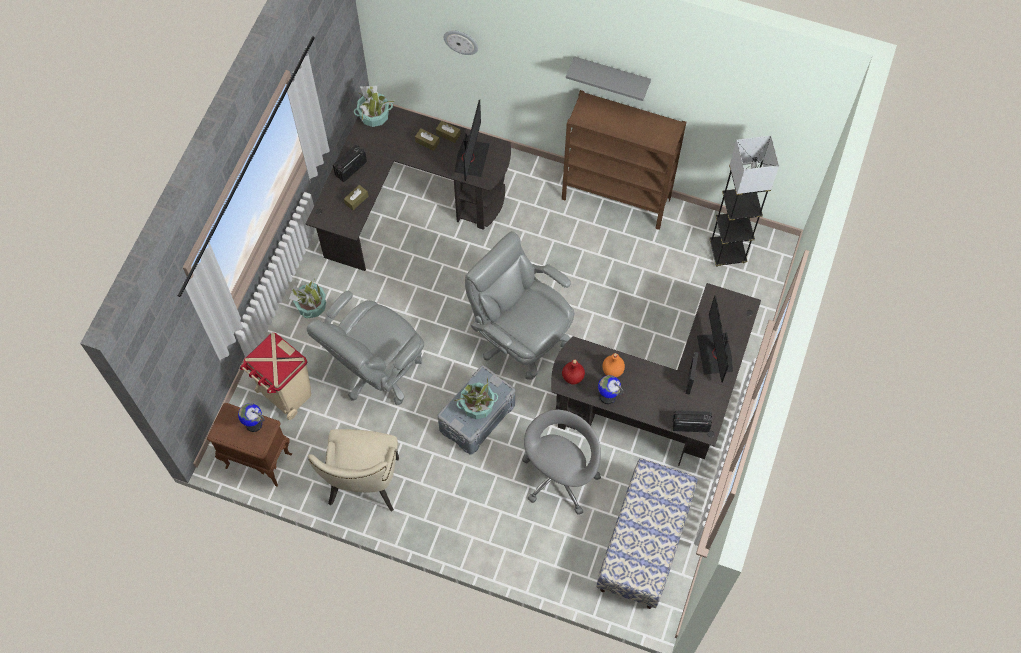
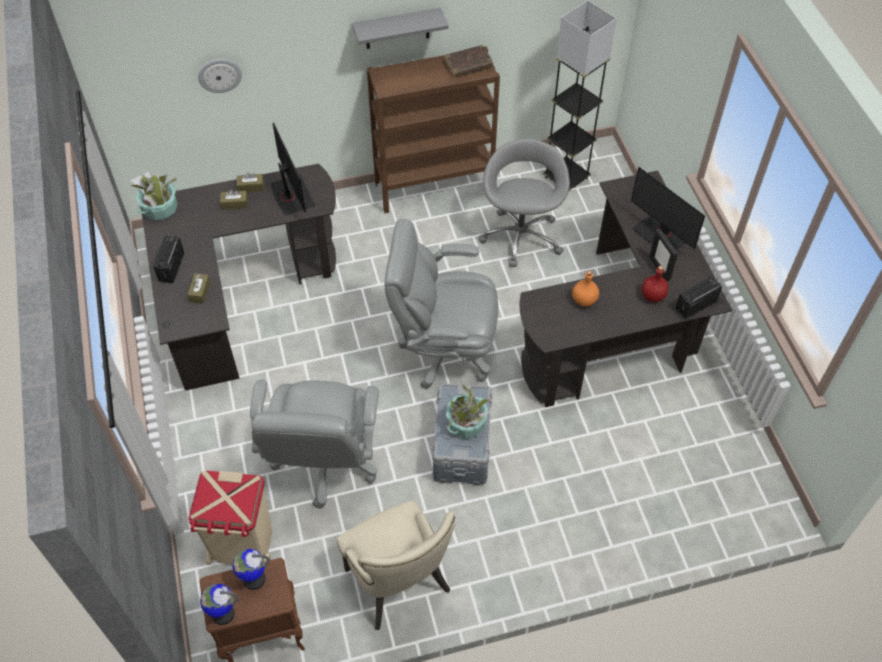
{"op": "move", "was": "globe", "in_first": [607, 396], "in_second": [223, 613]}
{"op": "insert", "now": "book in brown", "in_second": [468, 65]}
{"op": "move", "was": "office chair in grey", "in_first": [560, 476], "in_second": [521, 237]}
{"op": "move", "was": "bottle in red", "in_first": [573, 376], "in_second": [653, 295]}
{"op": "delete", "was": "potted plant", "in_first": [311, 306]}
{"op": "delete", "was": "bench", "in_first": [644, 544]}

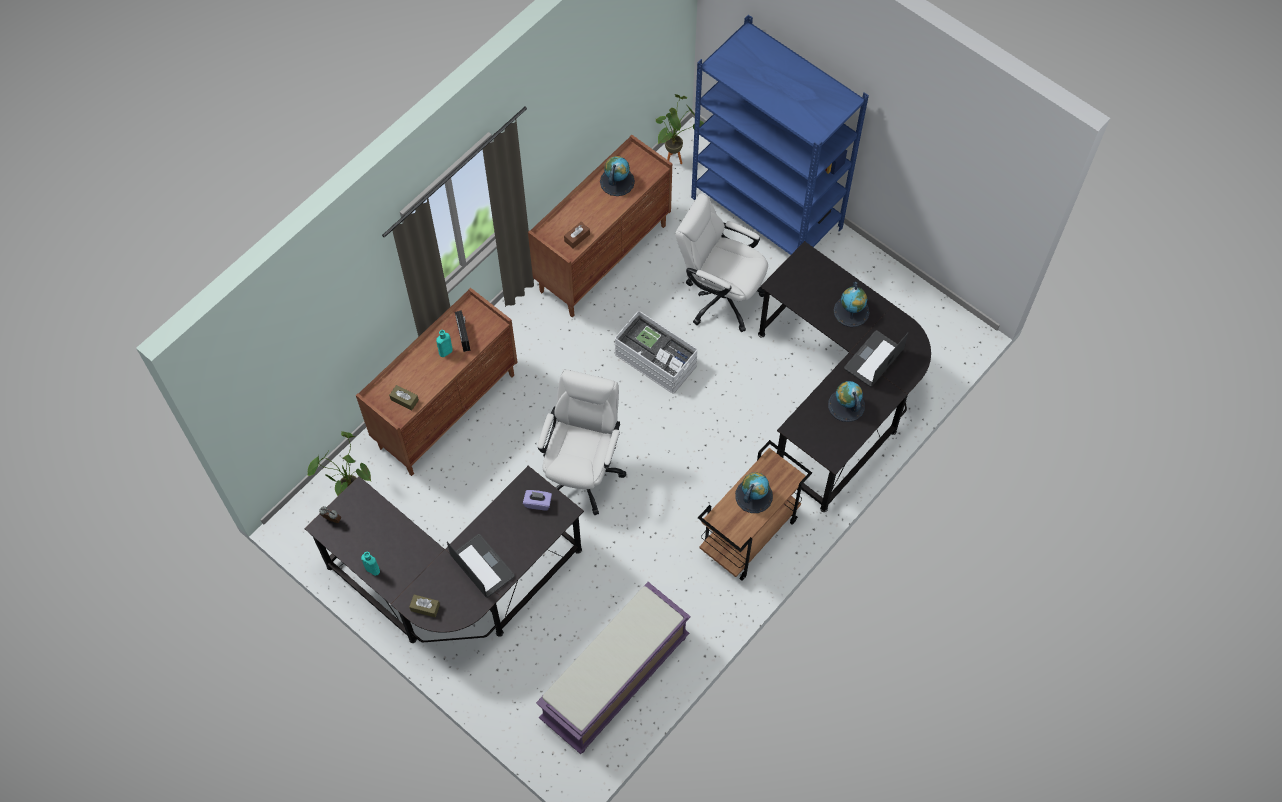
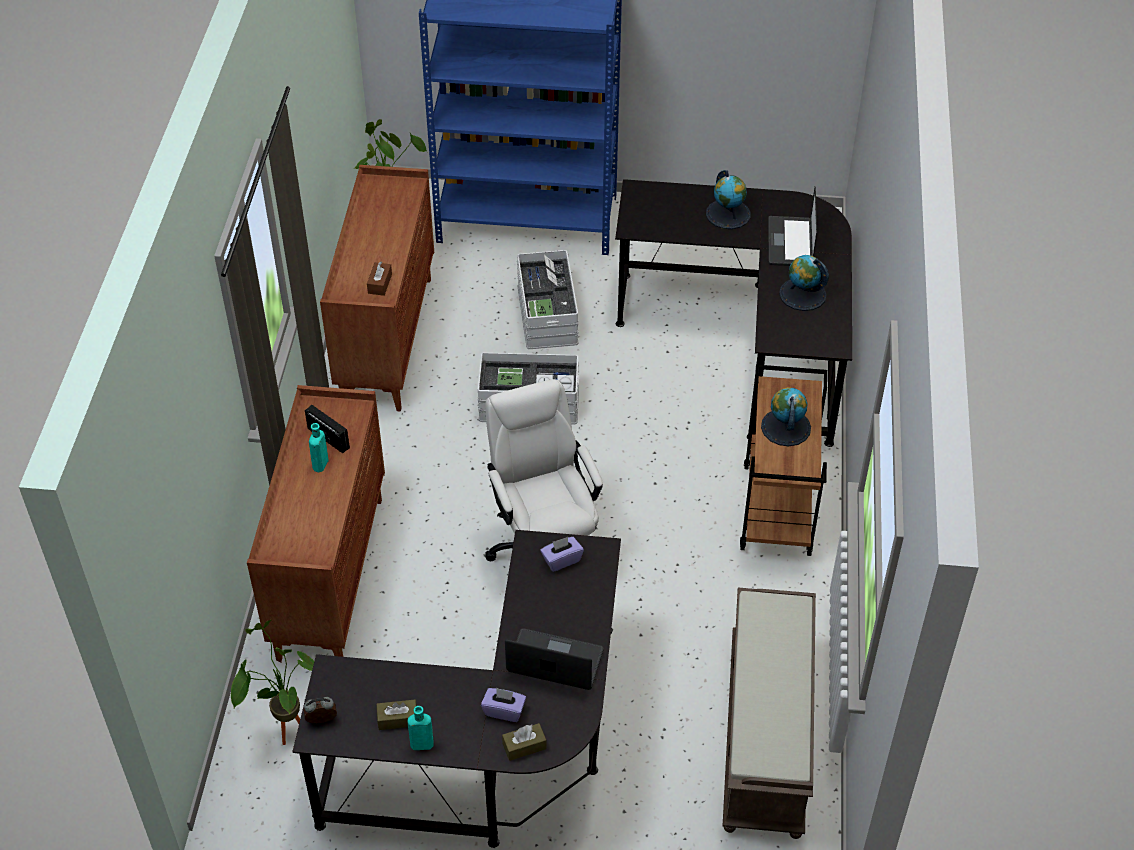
{"op": "move", "was": "tissue box in brown", "in_first": [404, 400], "in_second": [397, 719]}
{"op": "insert", "now": "tissue box in purple", "in_second": [504, 710]}
{"op": "replace", "was": "office chair in white", "now": "storage box in white", "in_first": [719, 297], "in_second": [546, 314]}
{"op": "recolor", "was": "bench in purple", "now": "bench in brown", "in_first": [615, 680], "in_second": [767, 737]}
{"op": "delete", "was": "globe", "in_first": [617, 181]}

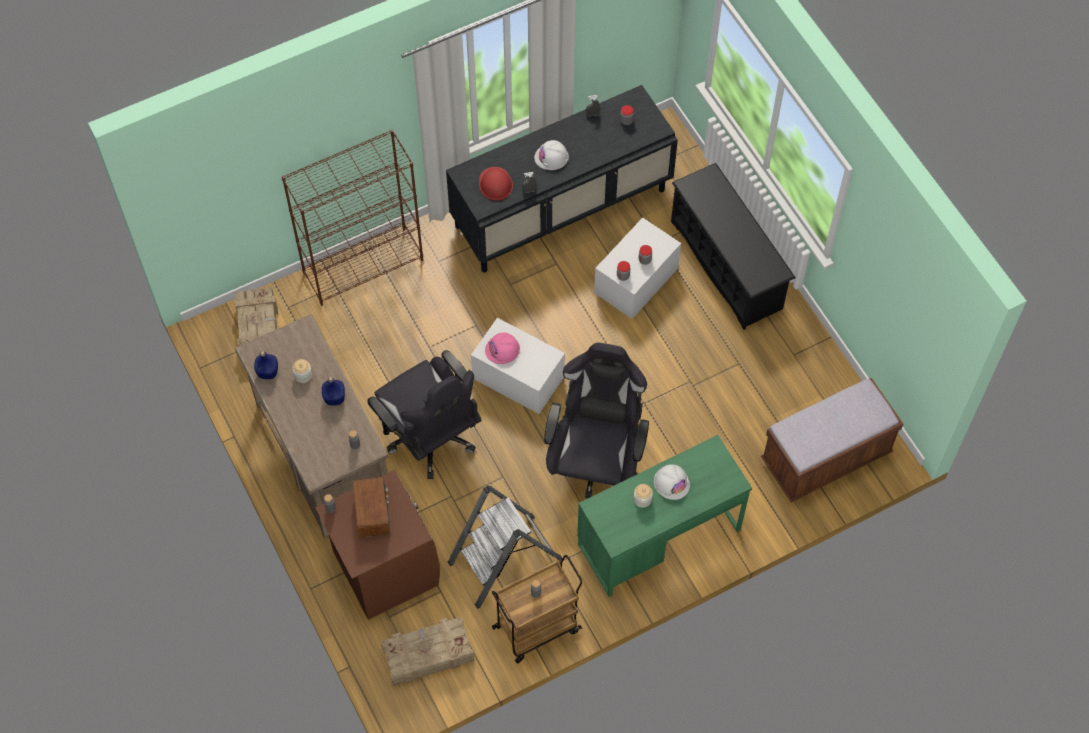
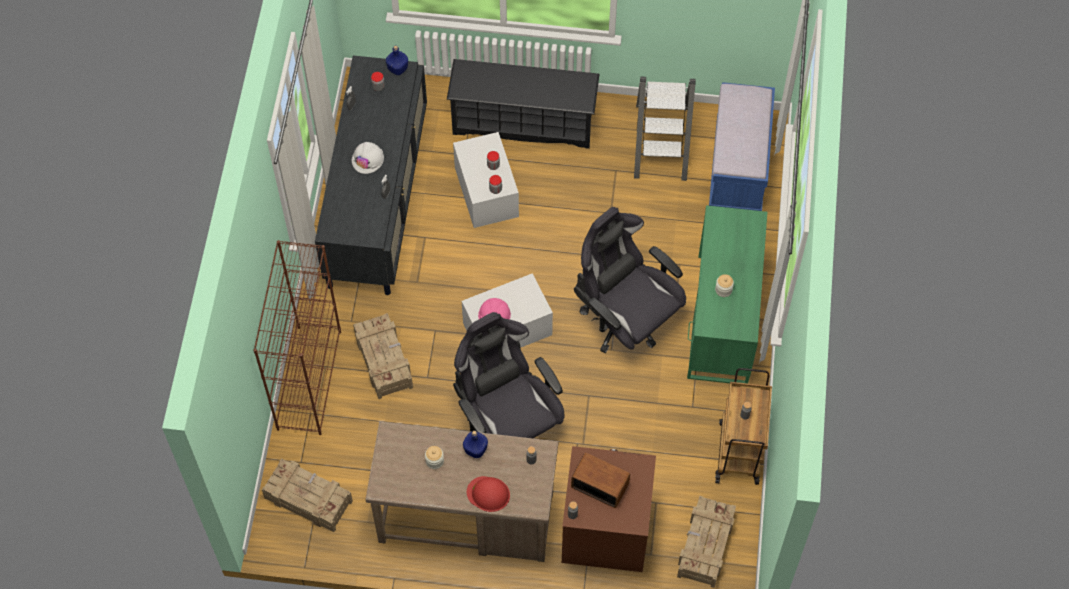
{"op": "insert", "now": "crate", "in_second": [384, 360]}
{"op": "move", "was": "bottle in blue", "in_first": [267, 372], "in_second": [397, 69]}
{"op": "rotate", "was": "office chair in black", "in_first": [428, 435], "in_second": [508, 427], "clockwise": -120}
{"op": "move", "was": "hard hat in red", "in_first": [495, 184], "in_second": [488, 494]}
{"op": "move", "was": "step ladder in grey", "in_first": [506, 559], "in_second": [661, 141]}
{"op": "recolor", "was": "bench in brown", "now": "bench in blue", "in_first": [825, 457], "in_second": [738, 166]}
{"op": "delete", "was": "hard hat in white", "in_first": [671, 482]}

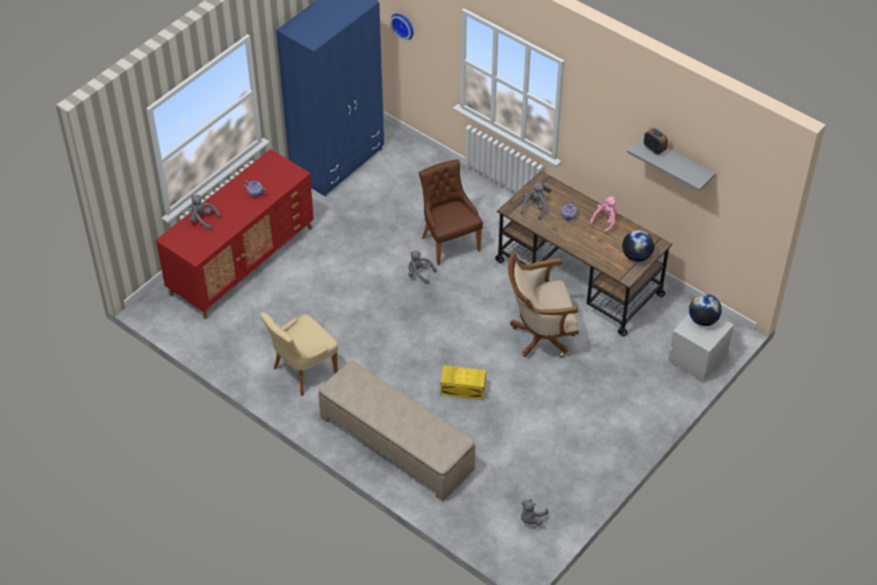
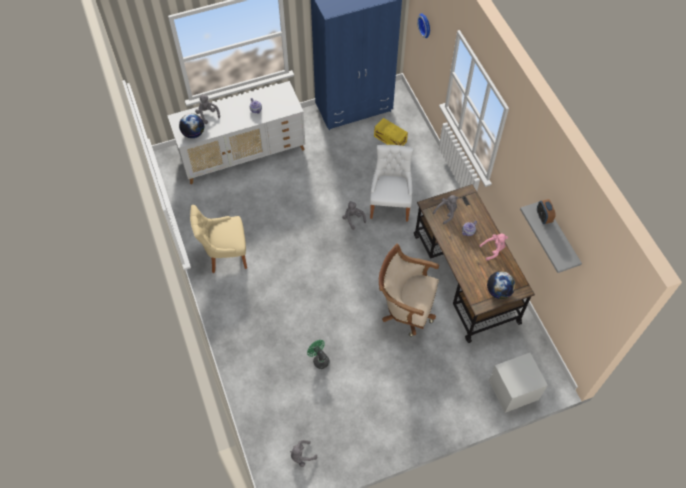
{"op": "recolor", "was": "dresser in red", "now": "dresser in white", "in_first": [242, 261], "in_second": [242, 153]}
{"op": "move", "was": "globe", "in_first": [703, 320], "in_second": [193, 133]}
{"op": "insert", "now": "fan in green", "in_second": [319, 359]}
{"op": "recolor", "was": "chair in brown", "now": "chair in white", "in_first": [449, 242], "in_second": [390, 204]}
{"op": "move", "was": "storage box in yellow", "in_first": [462, 388], "in_second": [390, 138]}
{"op": "delete", "was": "bench in beige", "in_first": [395, 443]}

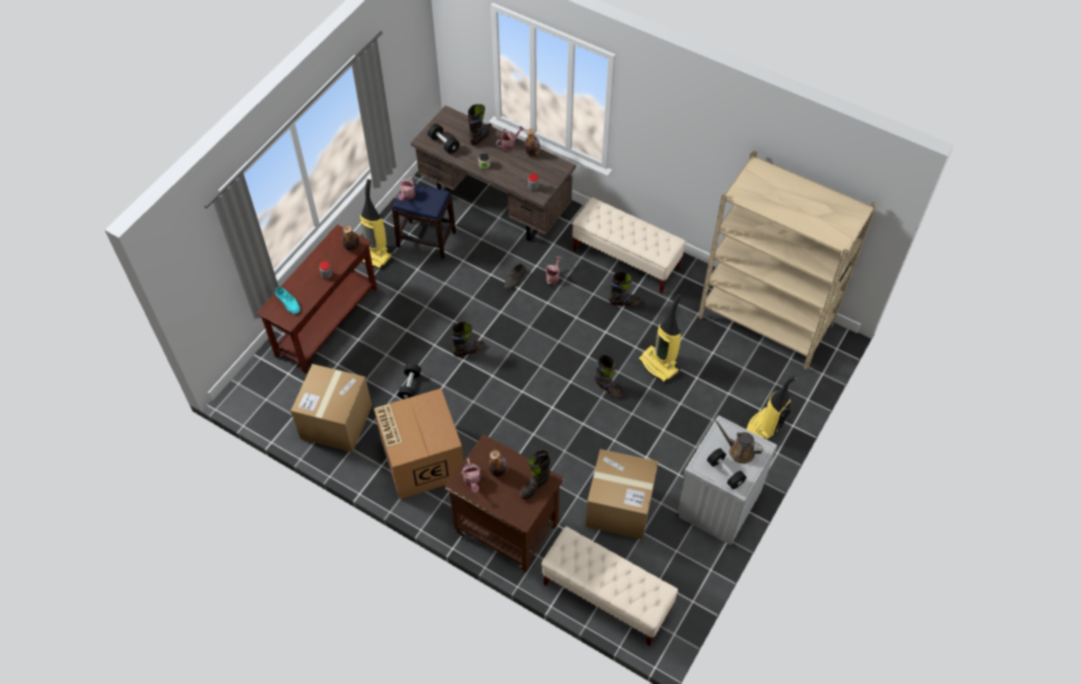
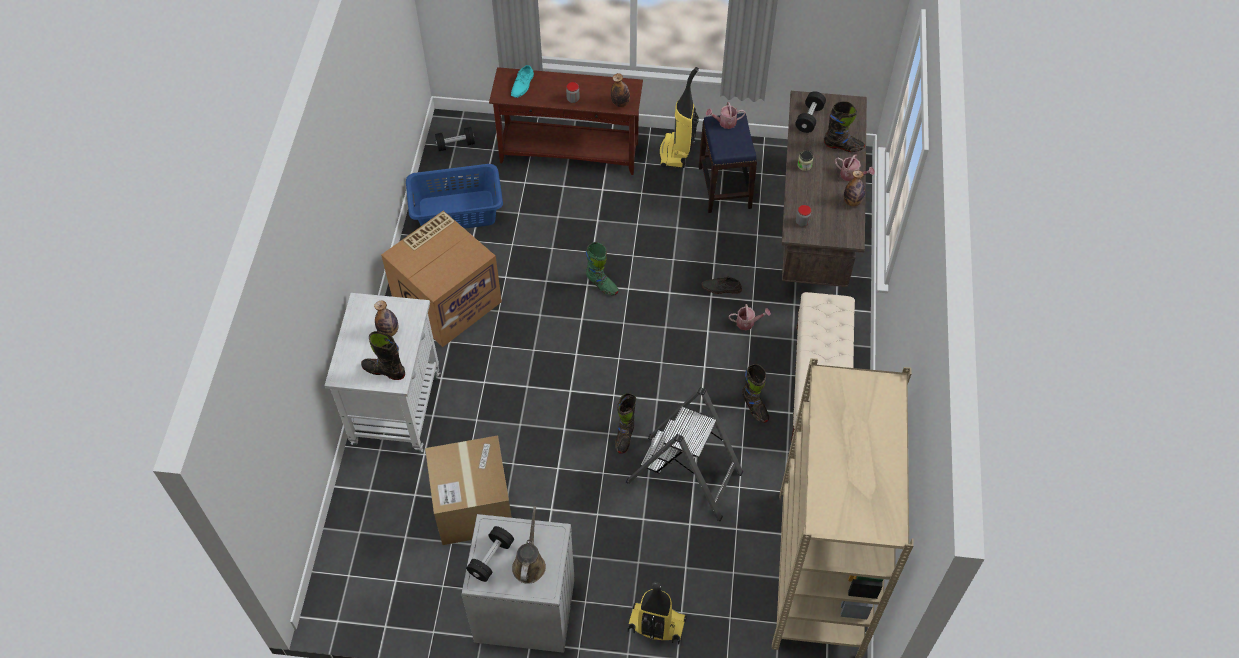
{"op": "recolor", "was": "cart in brown", "now": "cart in white", "in_first": [506, 530], "in_second": [397, 408]}
{"op": "replace", "was": "cardboard box", "now": "laundry basket in blue", "in_first": [336, 422], "in_second": [456, 211]}
{"op": "move", "was": "dumbbell in black", "in_first": [410, 386], "in_second": [455, 145]}
{"op": "recolor", "was": "boot in black", "now": "boot in green", "in_first": [469, 350], "in_second": [602, 285]}
{"op": "replace", "was": "vacuum cleaner", "now": "step ladder in grey", "in_first": [659, 365], "in_second": [685, 477]}
{"op": "delete", "was": "watering can", "in_first": [472, 481]}
{"op": "delete", "was": "bench in beige", "in_first": [606, 596]}

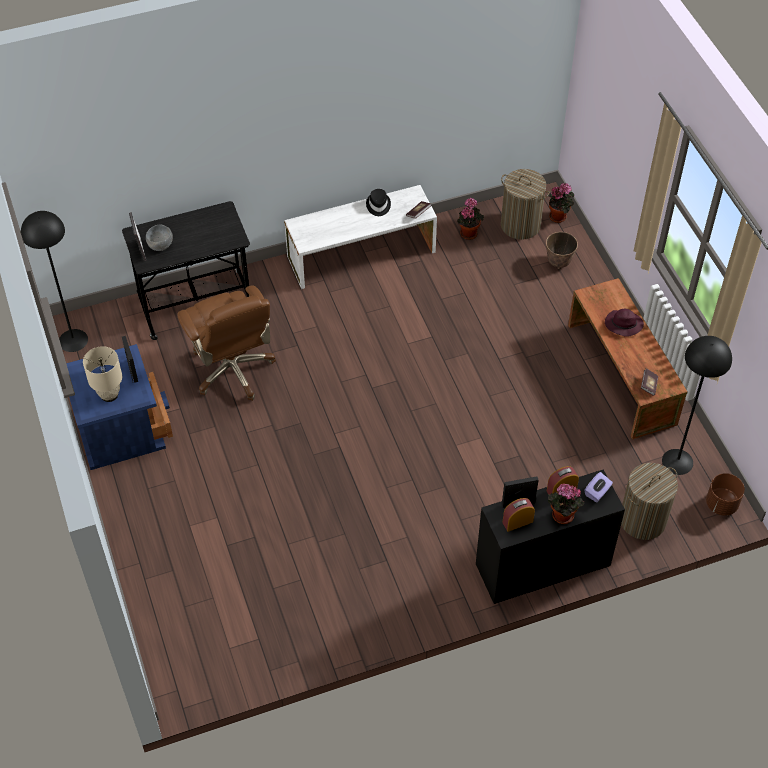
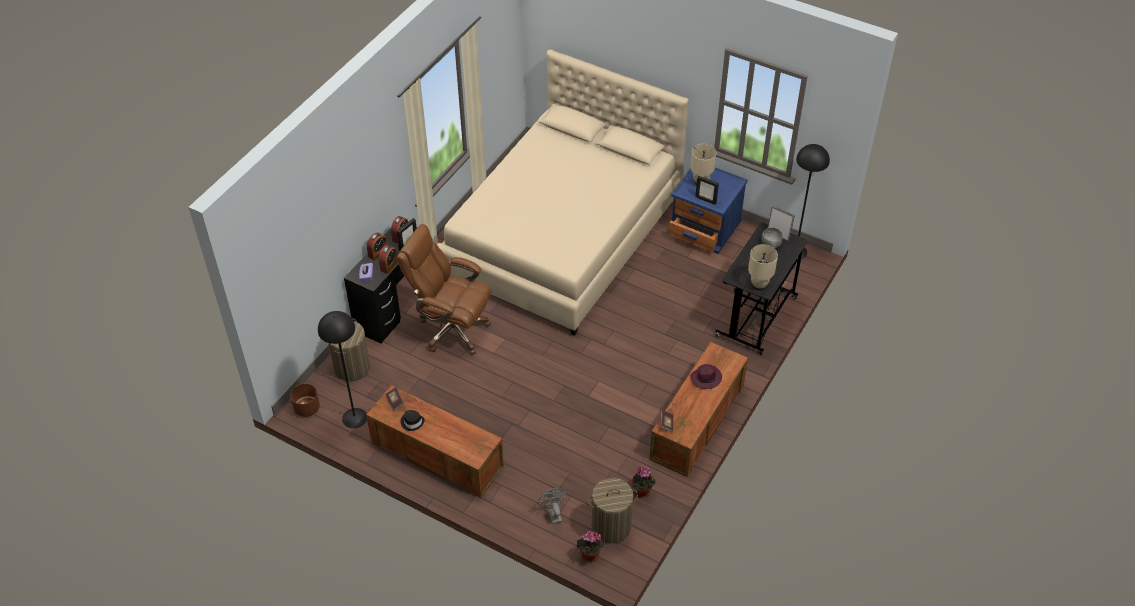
{"op": "replace", "was": "potted plant", "now": "alarm clock", "in_first": [561, 516], "in_second": [378, 253]}
{"op": "move", "was": "office chair in brown", "in_first": [233, 372], "in_second": [451, 329]}
{"op": "move", "was": "hat in black", "in_first": [378, 205], "in_second": [412, 422]}
{"op": "insert", "now": "bed in beige", "in_second": [563, 235]}
{"op": "replace", "was": "planter", "now": "fan in grey", "in_first": [559, 262], "in_second": [553, 513]}
{"op": "recolor", "was": "bench in white", "now": "bench in brown", "in_first": [362, 253], "in_second": [698, 423]}
{"op": "move", "was": "hat in purple", "in_first": [622, 324], "in_second": [706, 378]}
{"op": "insert", "now": "table lamp in beige", "in_second": [759, 285]}

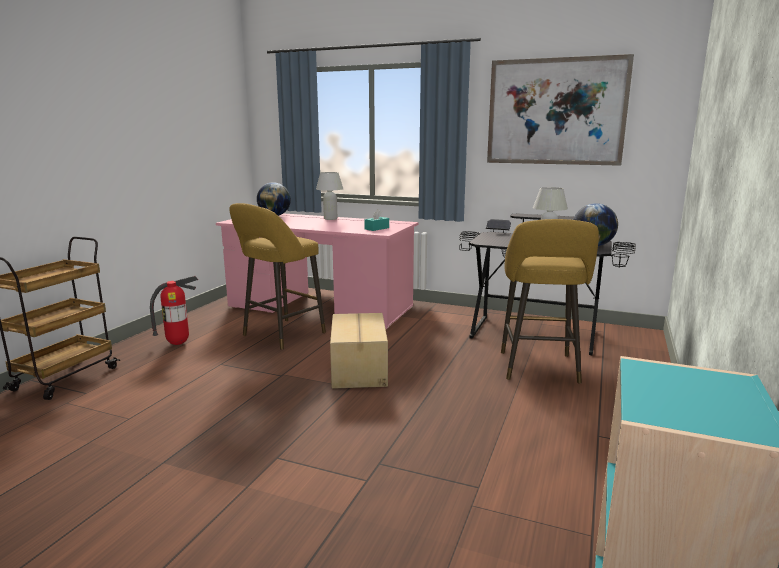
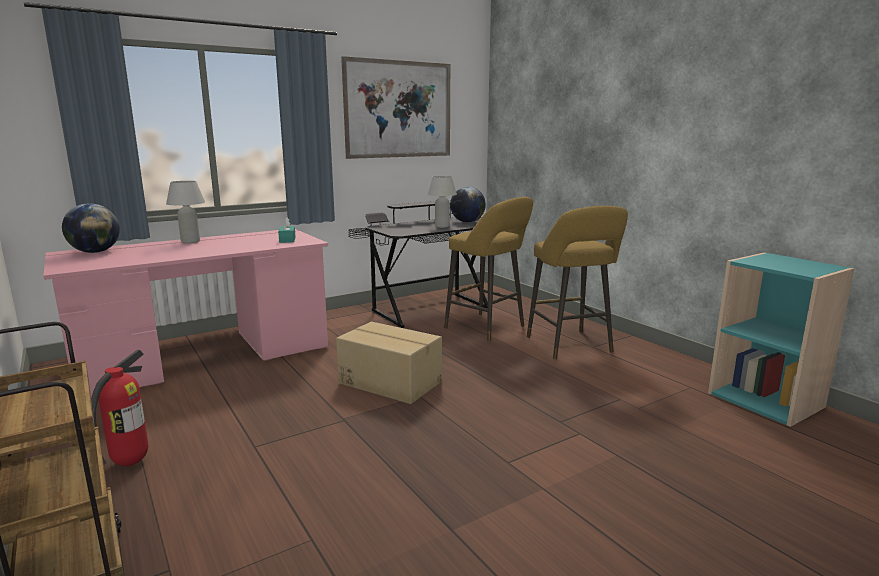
{"op": "move", "was": "stool in yellow", "in_first": [280, 335], "in_second": [571, 346]}

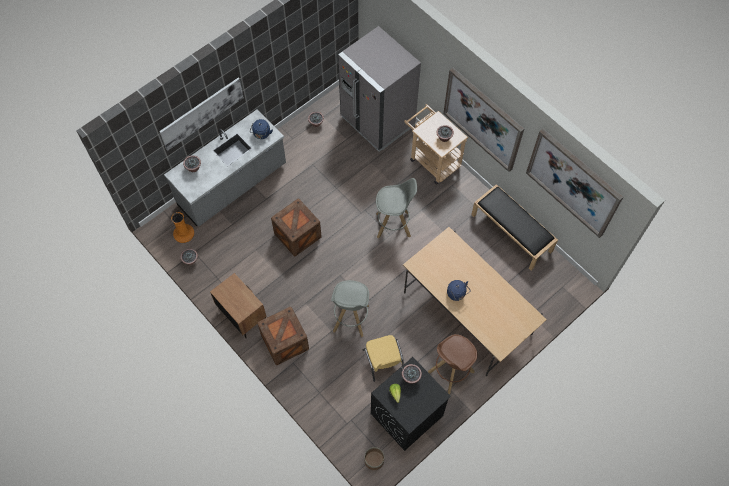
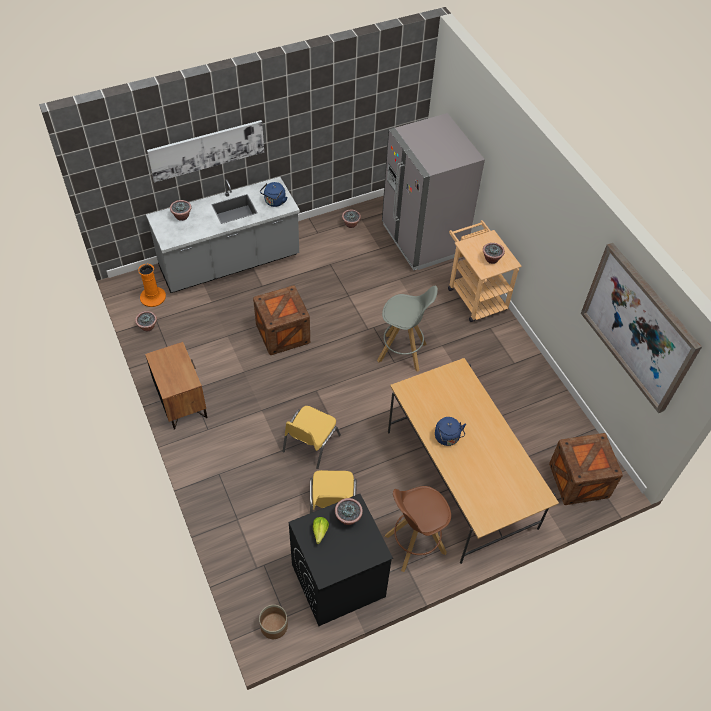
{"op": "replace", "was": "stool in grey", "now": "chair in yellow", "in_first": [351, 319], "in_second": [310, 444]}
{"op": "move", "was": "crate", "in_first": [285, 342], "in_second": [578, 480]}
{"op": "delete", "was": "picture", "in_first": [483, 119]}
{"op": "delete", "was": "bench in black", "in_first": [512, 233]}

